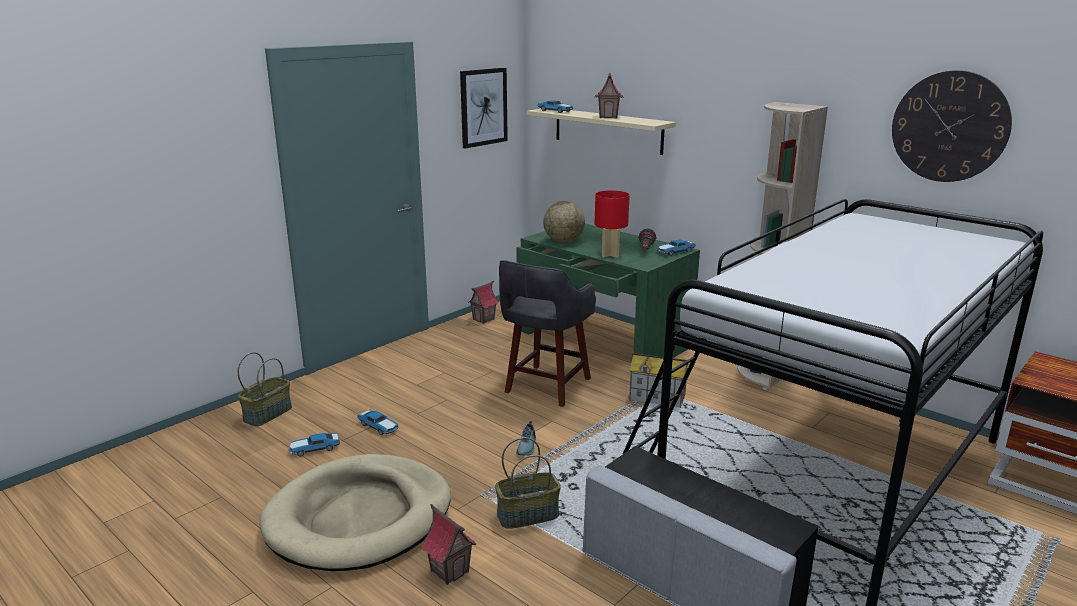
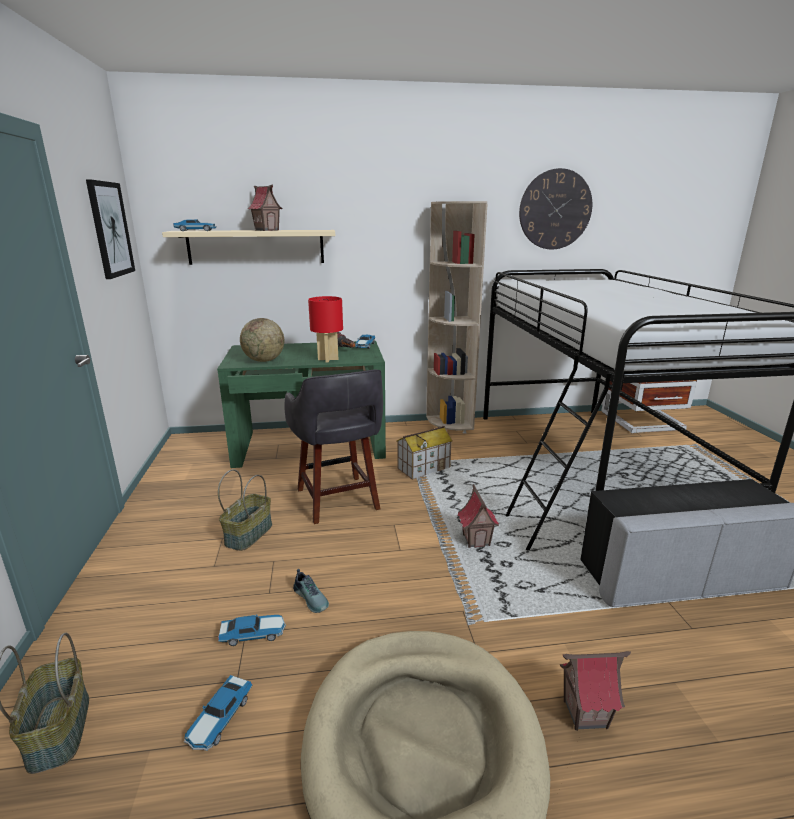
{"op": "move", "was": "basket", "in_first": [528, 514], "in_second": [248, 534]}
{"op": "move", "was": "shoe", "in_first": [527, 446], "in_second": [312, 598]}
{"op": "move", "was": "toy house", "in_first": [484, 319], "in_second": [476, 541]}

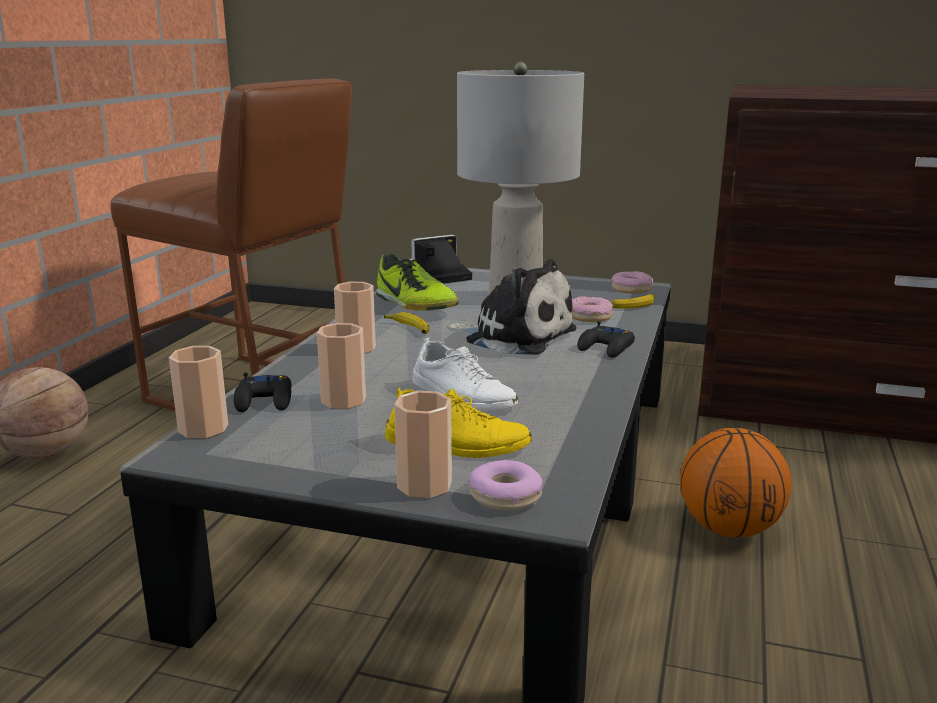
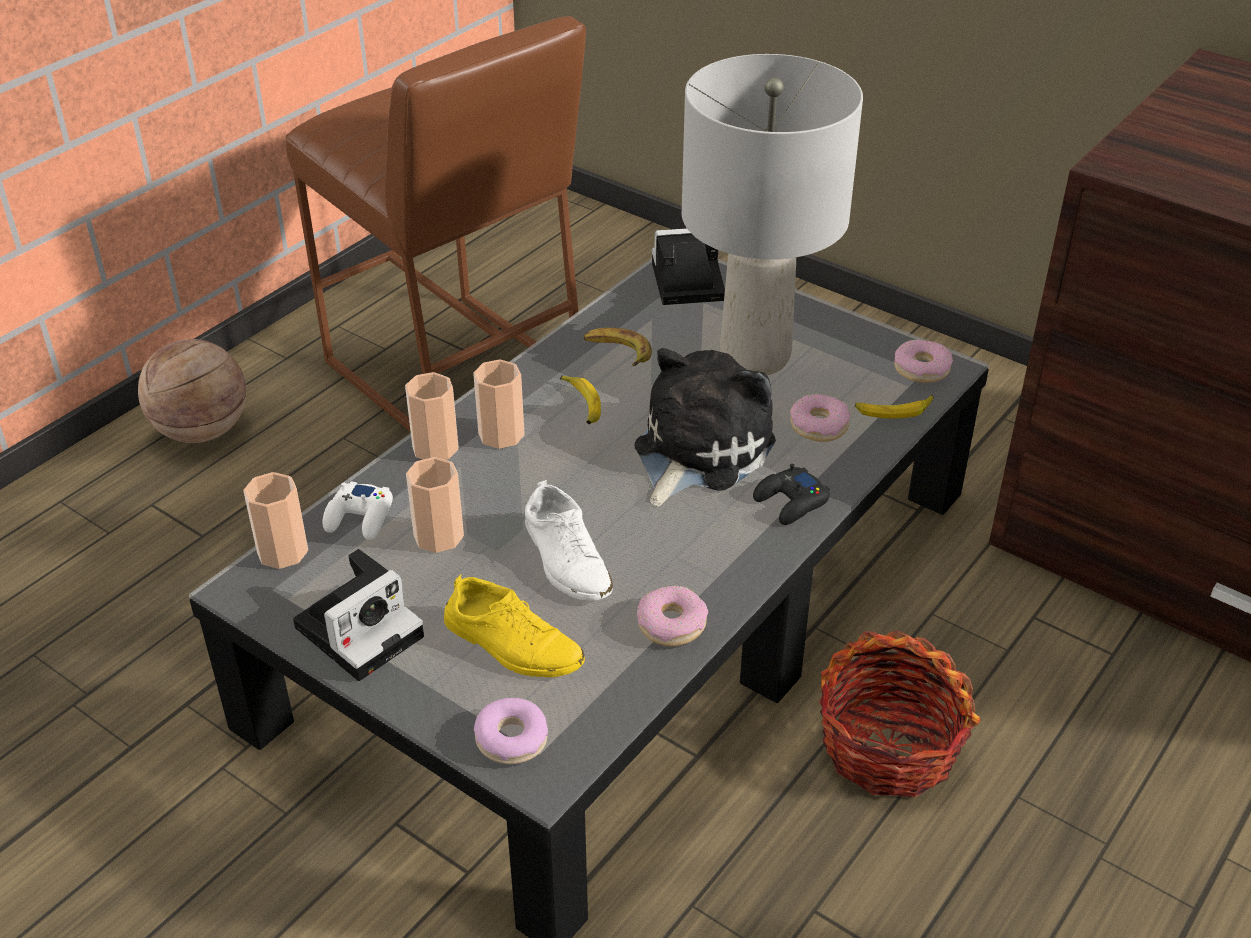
{"op": "insert", "now": "photo camera", "in_second": [362, 628]}
{"op": "recolor", "was": "game controller in black", "now": "game controller in white", "in_first": [265, 401], "in_second": [360, 517]}
{"op": "move", "was": "cup", "in_first": [424, 485], "in_second": [435, 448]}
{"op": "replace", "was": "shoe", "now": "banana", "in_first": [415, 305], "in_second": [617, 351]}
{"op": "rotate", "was": "plush toy", "in_first": [515, 336], "in_second": [697, 451], "clockwise": -105}
{"op": "insert", "now": "donut", "in_second": [671, 624]}
{"op": "replace", "was": "basketball", "now": "basket", "in_first": [728, 529], "in_second": [888, 747]}

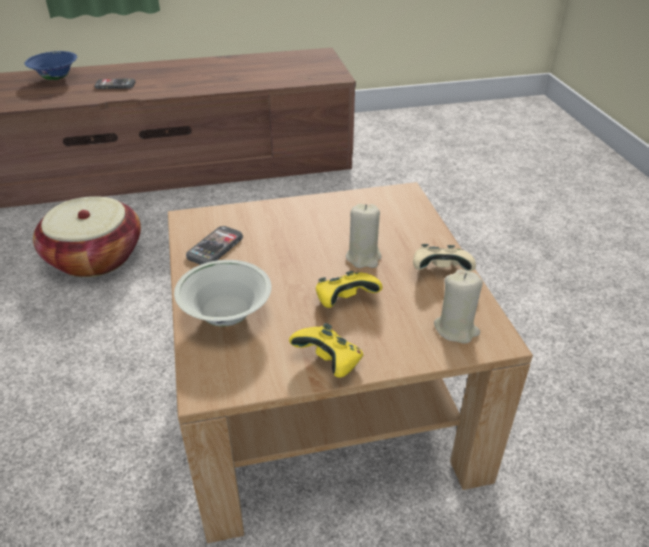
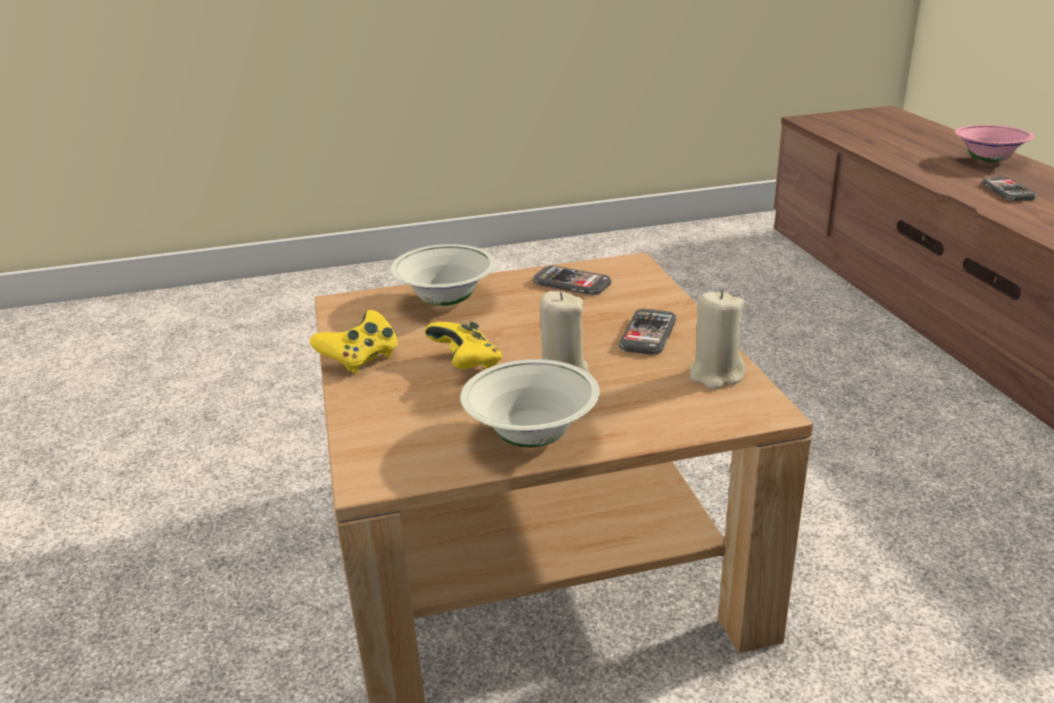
{"op": "replace", "was": "game controller in beige", "now": "bowl in white", "in_first": [440, 271], "in_second": [532, 437]}
{"op": "insert", "now": "phone", "in_second": [648, 334]}
{"op": "move", "was": "candle in beige", "in_first": [456, 329], "in_second": [715, 375]}
{"op": "recolor", "was": "bowl in blue", "now": "bowl in pink", "in_first": [56, 78], "in_second": [988, 161]}
{"op": "delete", "was": "basket", "in_first": [95, 257]}

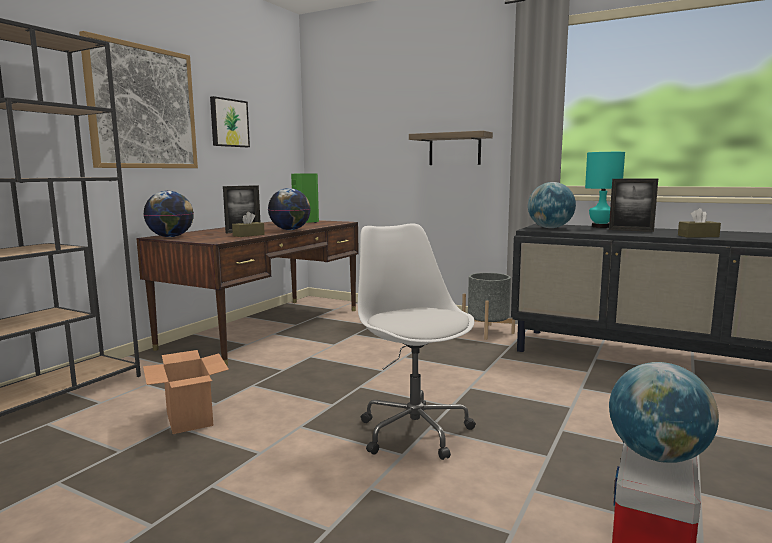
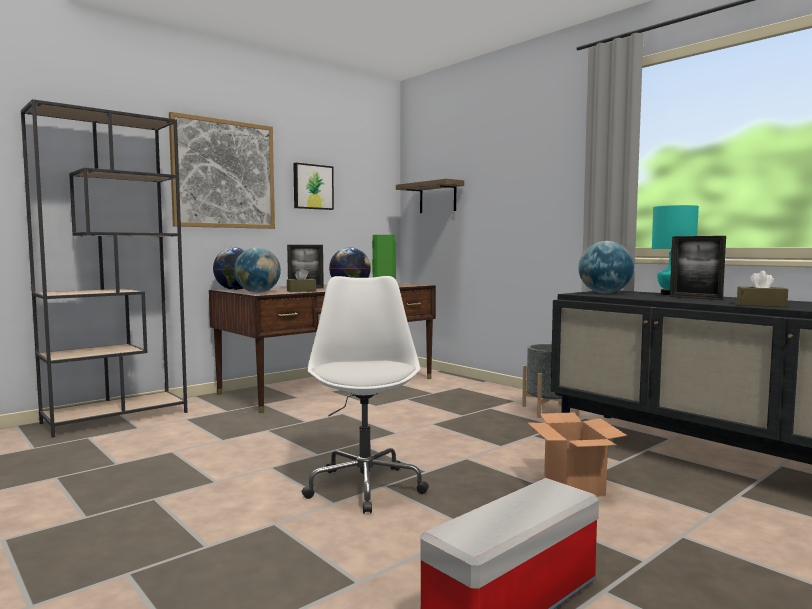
{"op": "move", "was": "globe", "in_first": [657, 456], "in_second": [258, 292]}
{"op": "move", "was": "shelf", "in_first": [454, 149], "in_second": [438, 197]}
{"op": "move", "was": "cardboard box", "in_first": [190, 419], "in_second": [574, 485]}

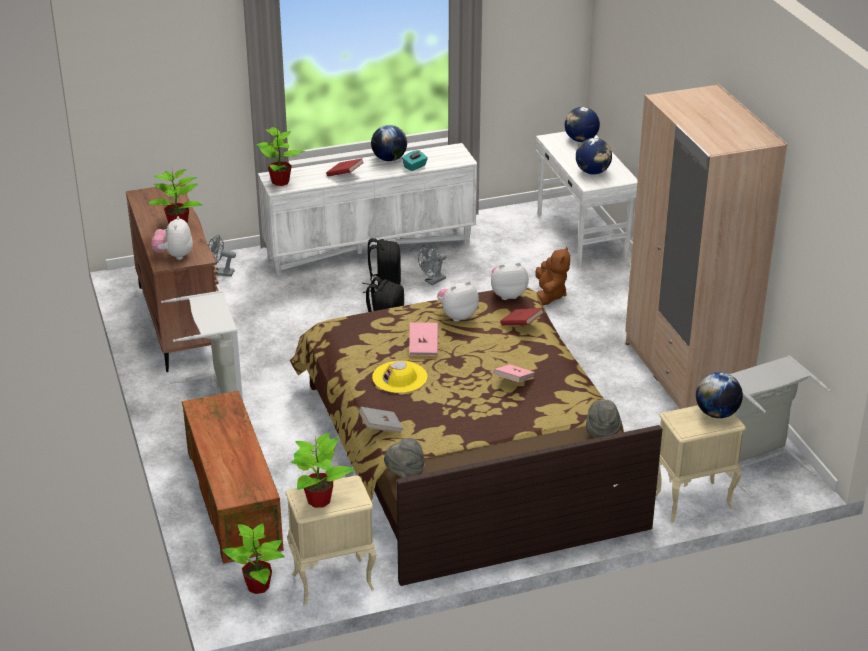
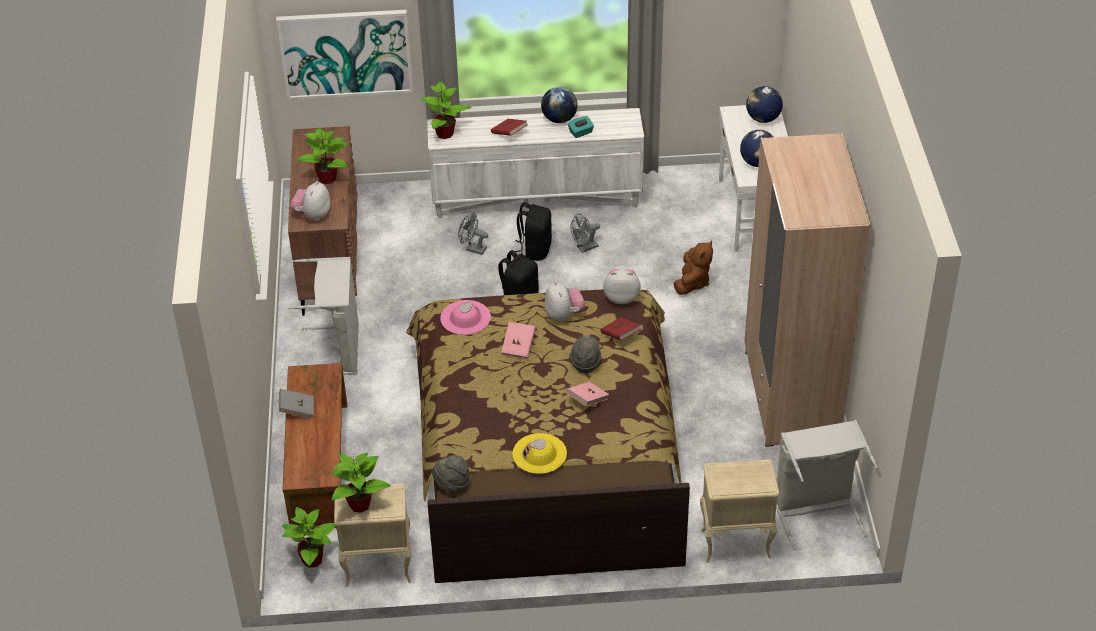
{"op": "insert", "now": "picture", "in_second": [346, 53]}
{"op": "move", "was": "book in grey", "in_first": [380, 428], "in_second": [297, 410]}
{"op": "insert", "now": "hat in pink", "in_second": [465, 318]}
{"op": "move", "was": "fan in grey", "in_first": [220, 273], "in_second": [472, 248]}
{"op": "move", "was": "hat in yellow", "in_first": [399, 377], "in_second": [539, 454]}
{"op": "rotate", "was": "plush toy", "in_first": [457, 315], "in_second": [563, 315], "clockwise": 90}
{"op": "move", "was": "hat in grey", "in_first": [602, 432], "in_second": [585, 364]}
{"op": "delete", "was": "globe", "in_first": [717, 413]}

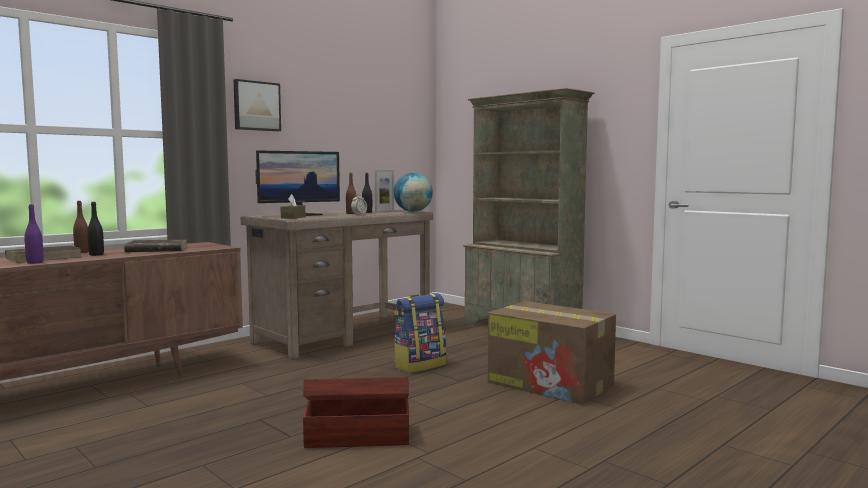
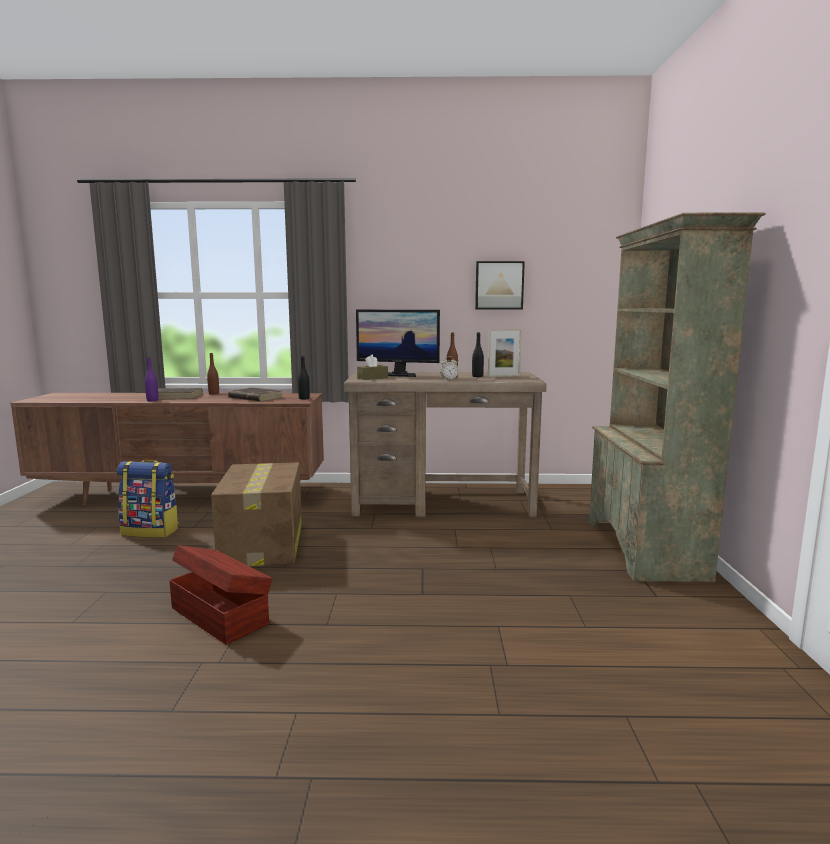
{"op": "move", "was": "backpack", "in_first": [419, 365], "in_second": [151, 531]}
{"op": "move", "was": "cardboard box", "in_first": [552, 384], "in_second": [262, 545]}
{"op": "move", "was": "bottle in black", "in_first": [96, 254], "in_second": [304, 398]}
{"op": "move", "was": "picture", "in_first": [256, 106], "in_second": [499, 285]}
{"op": "delete", "was": "globe", "in_first": [413, 211]}

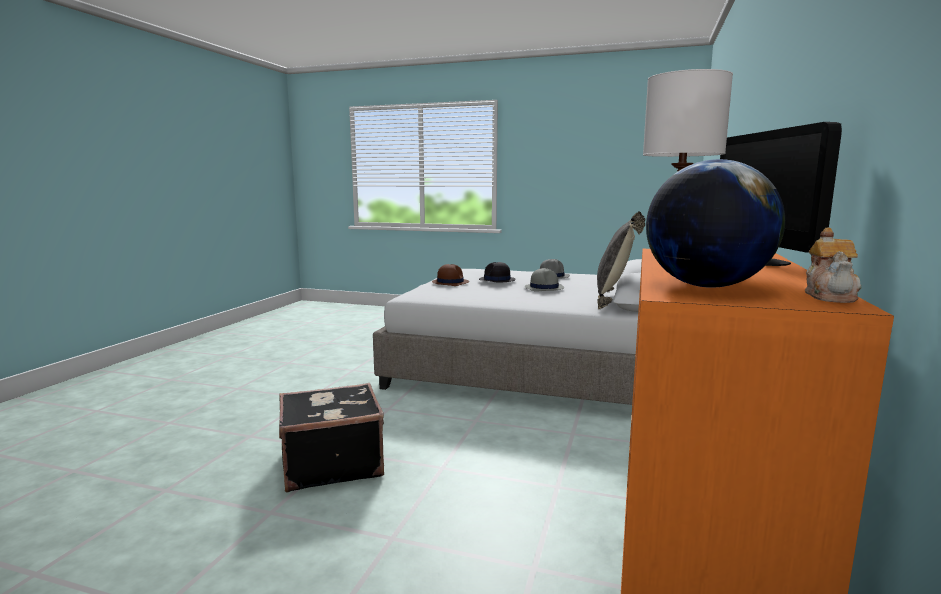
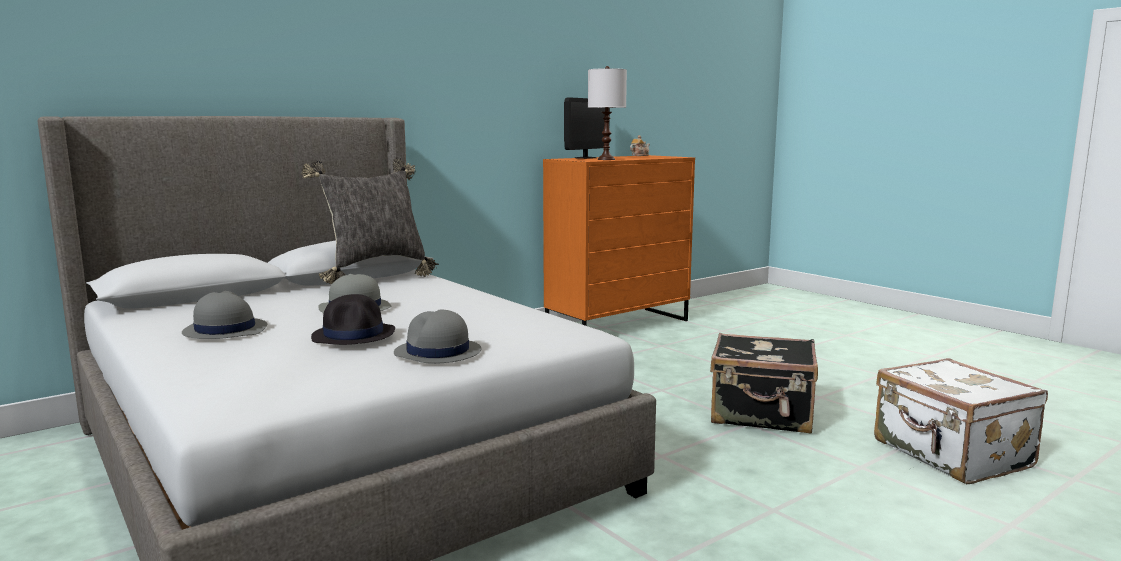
{"op": "recolor", "was": "hat in brown", "now": "hat in grey", "in_first": [450, 282], "in_second": [437, 353]}
{"op": "insert", "now": "suitcase in white", "in_second": [950, 455]}
{"op": "delete", "was": "globe", "in_first": [706, 286]}

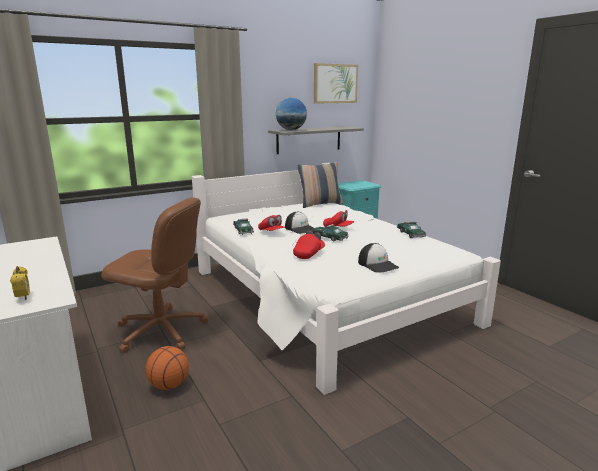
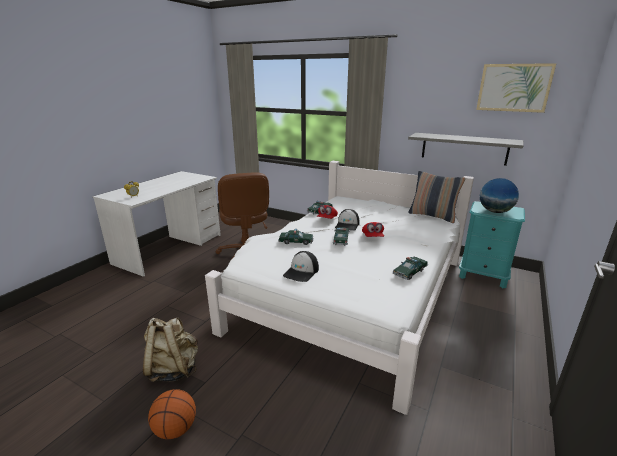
{"op": "insert", "now": "backpack in beige", "in_second": [173, 369]}
{"op": "move", "was": "basketball", "in_first": [169, 385], "in_second": [175, 429]}
{"op": "replace", "was": "cap in red", "now": "toy car", "in_first": [309, 254], "in_second": [296, 242]}
{"op": "move", "was": "globe", "in_first": [291, 130], "in_second": [495, 211]}

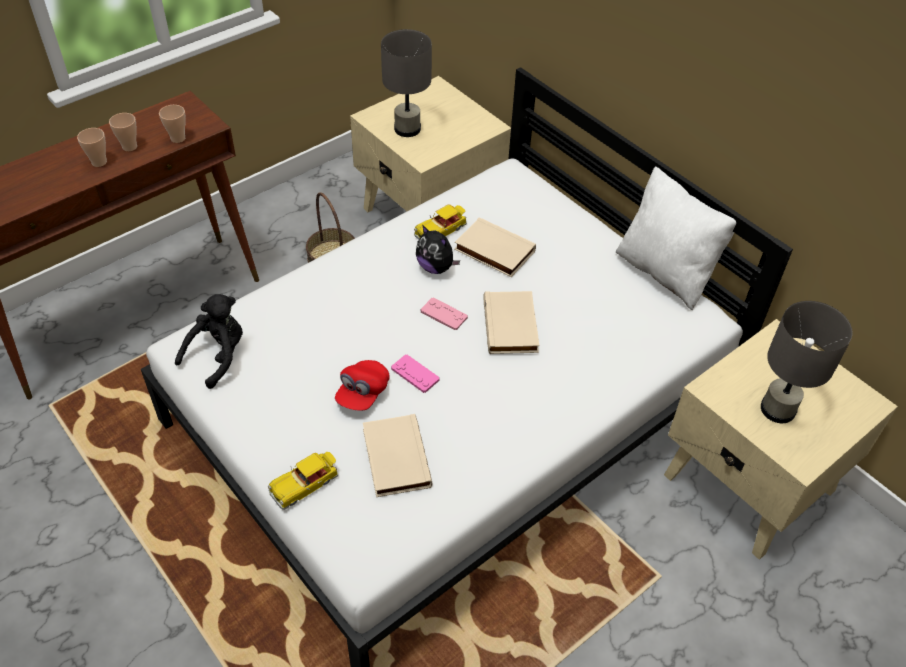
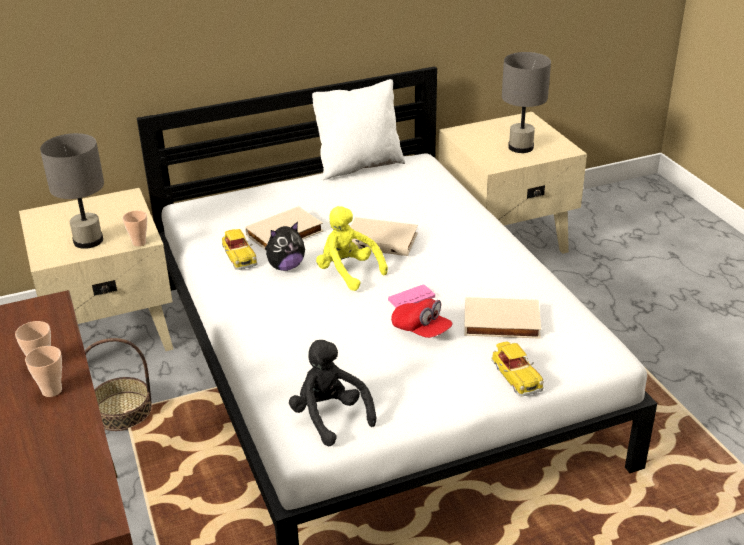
{"op": "move", "was": "cup", "in_first": [178, 138], "in_second": [139, 242]}
{"op": "replace", "was": "game controller in pink", "now": "plush toy in yellow", "in_first": [444, 314], "in_second": [348, 272]}

